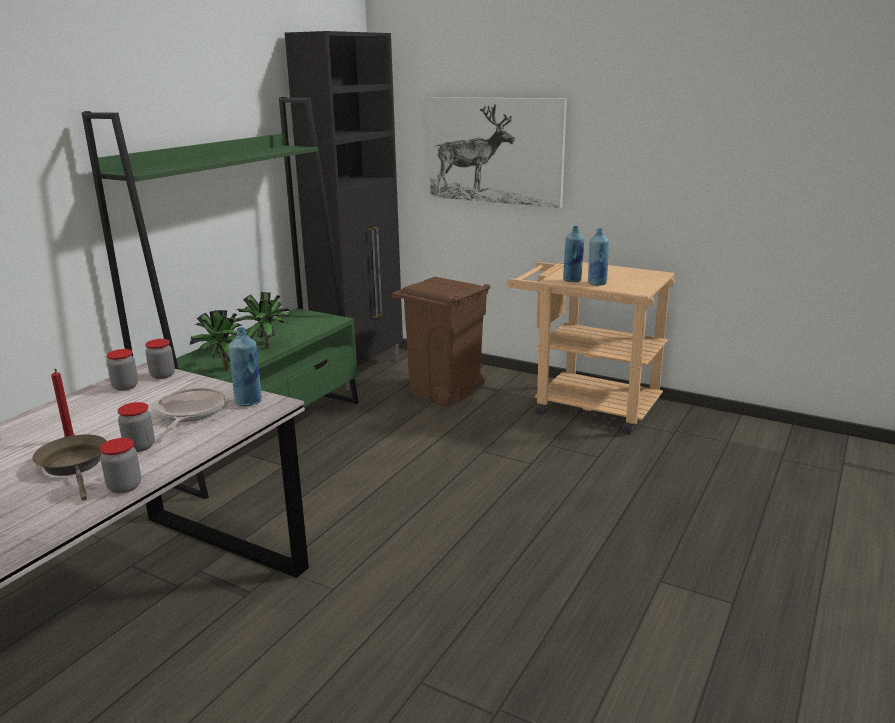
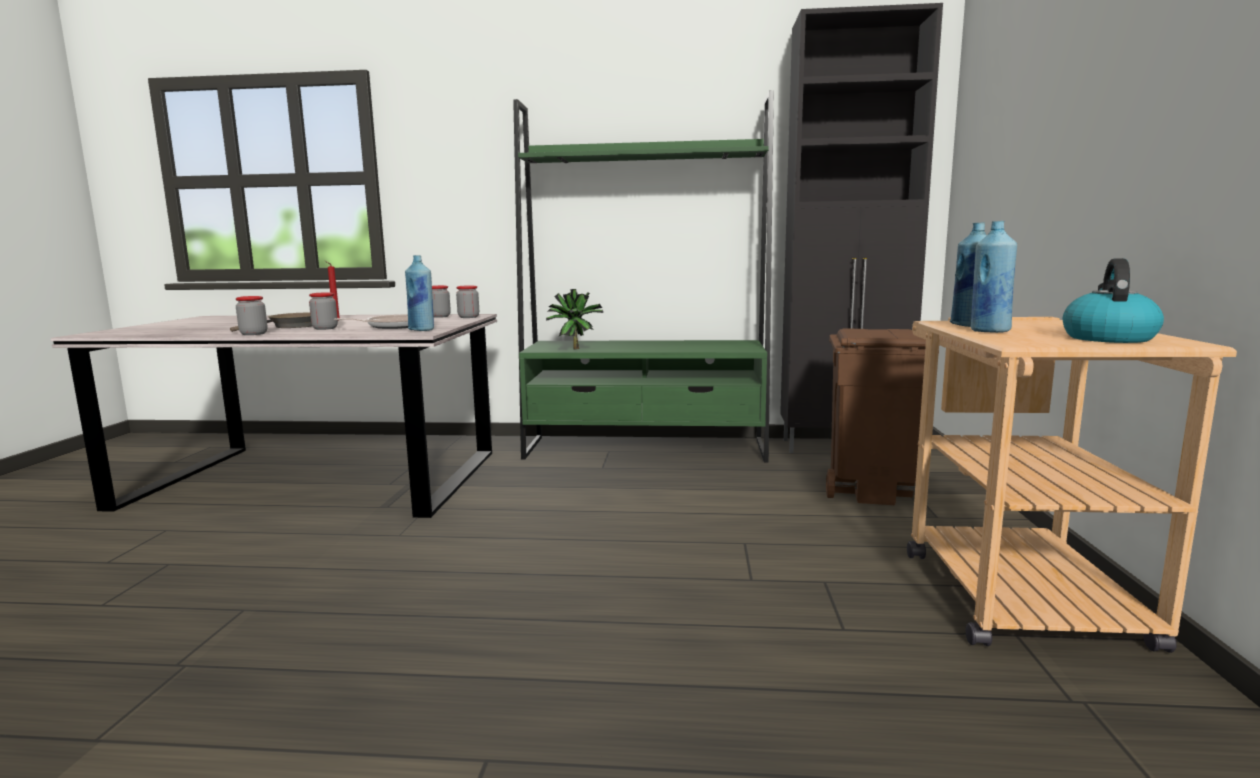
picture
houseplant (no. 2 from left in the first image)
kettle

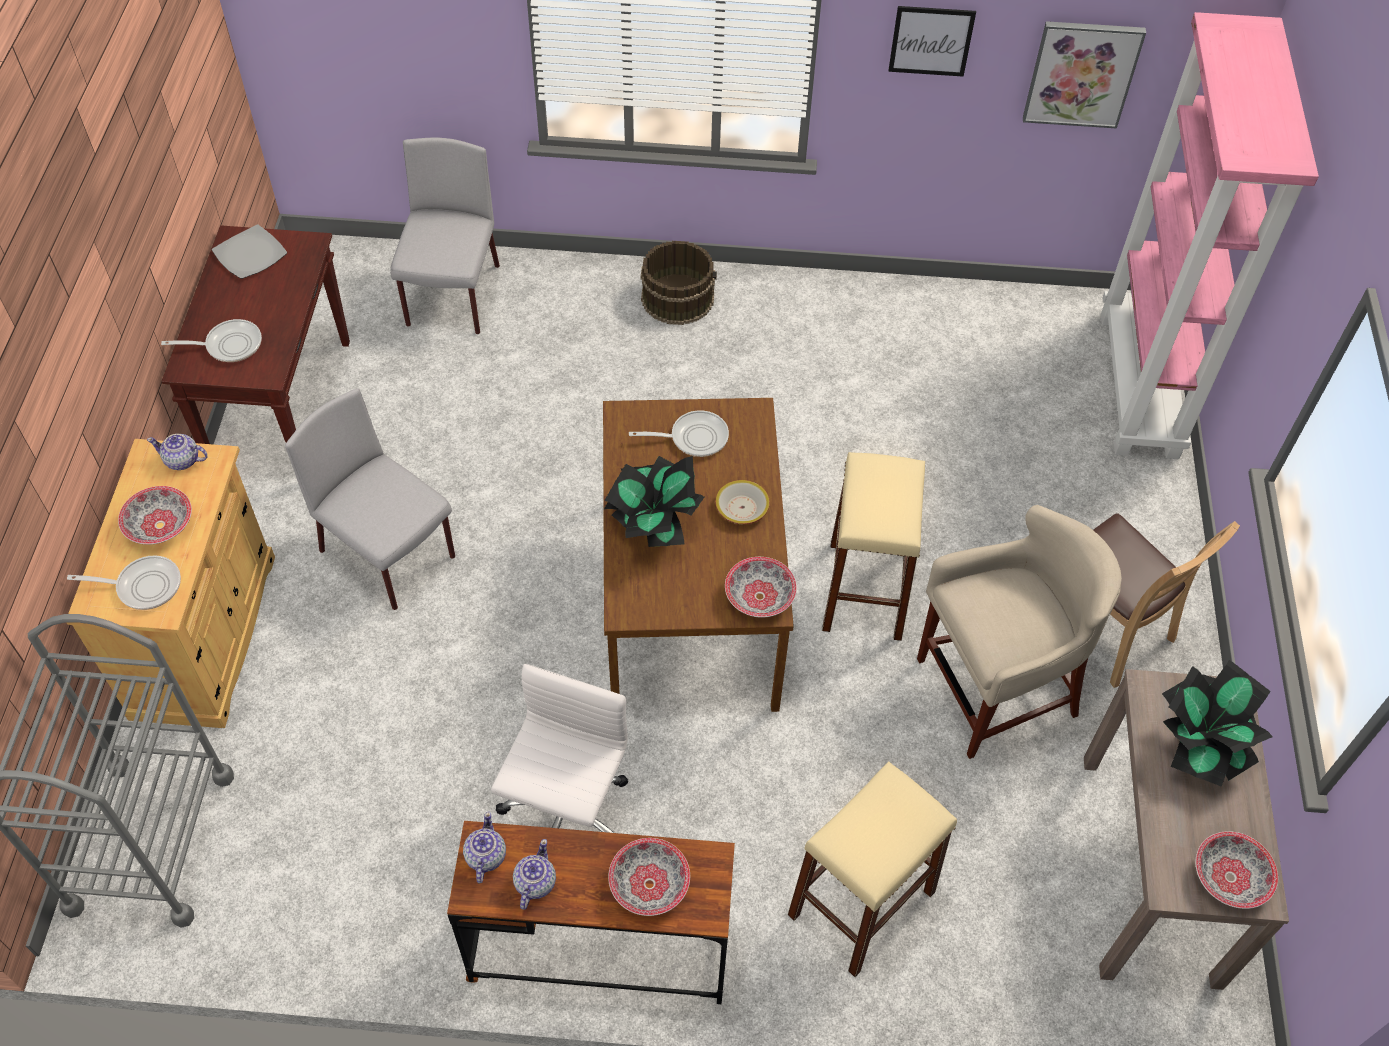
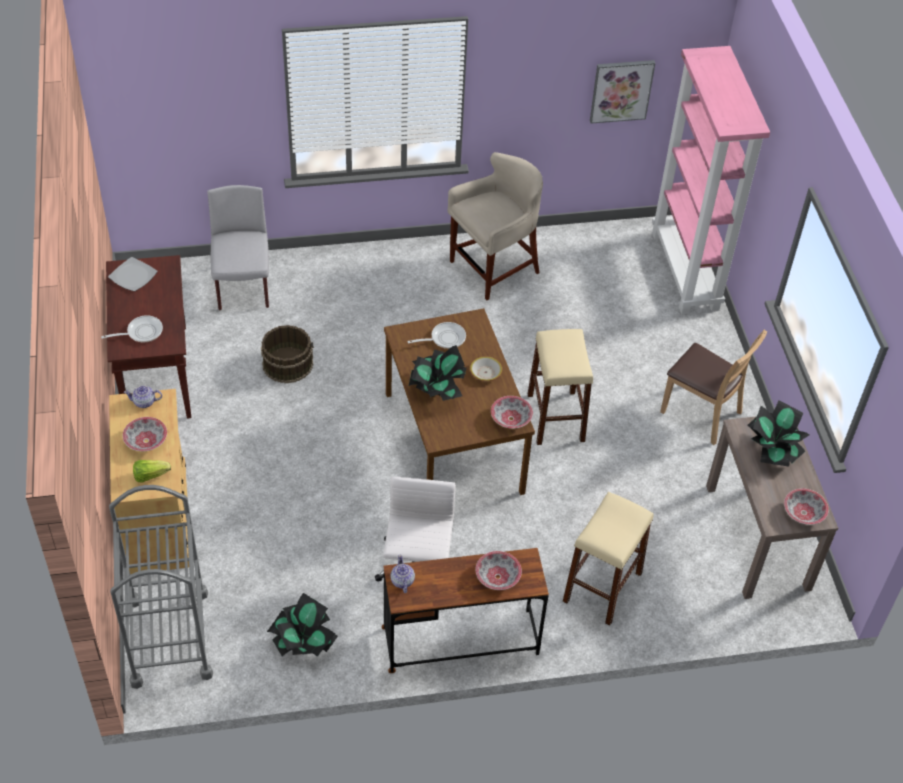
picture (no. 1 from left in the first image)
bucket (brown)
plain chair (gray) (no. 1 from left in the first image)
sitting stool (beige) (no. 1 from left)
lettuce
tea pot (no. 3 from left in the first image)
houseplant (no. 1 from left)

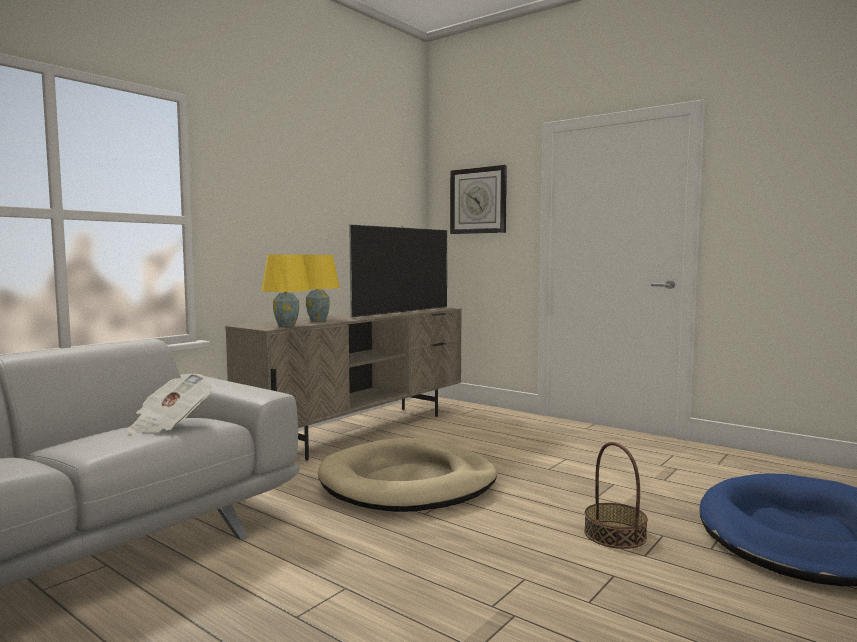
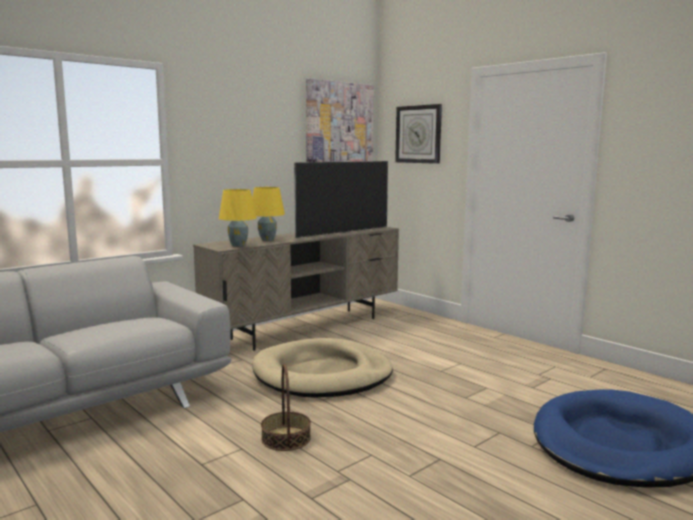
newspaper
household basket
picture

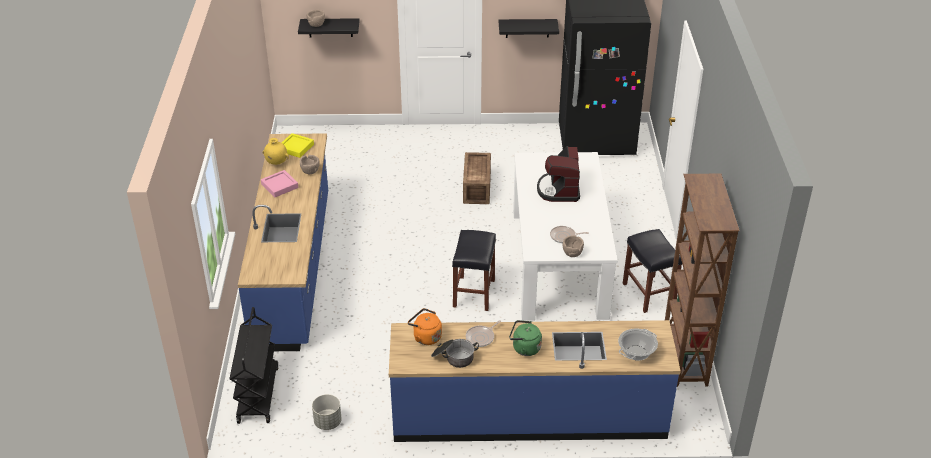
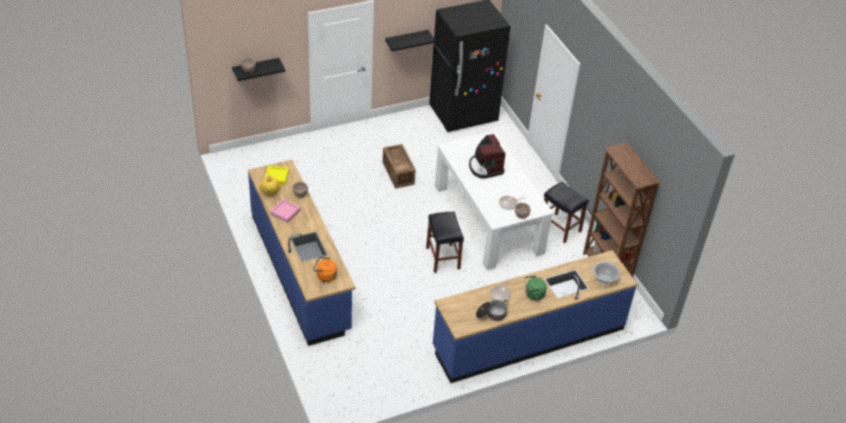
cart (black)
kettle (orangey)
planter (gray)

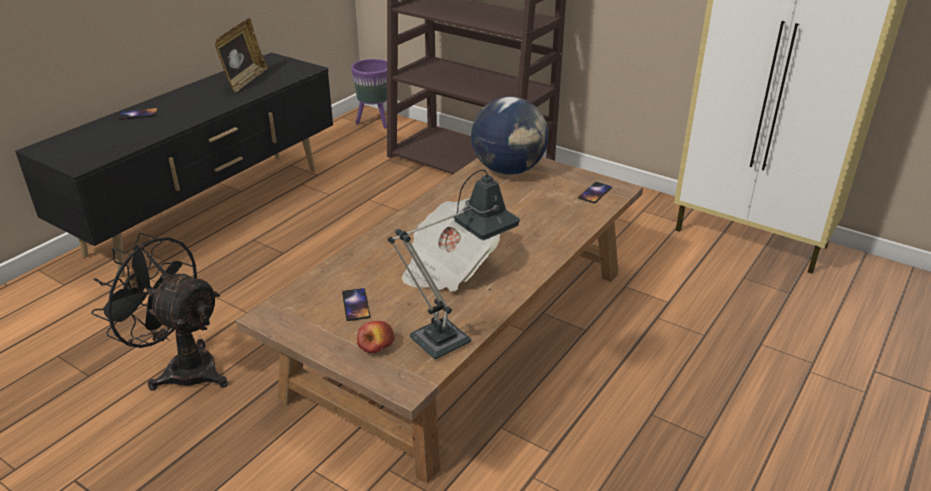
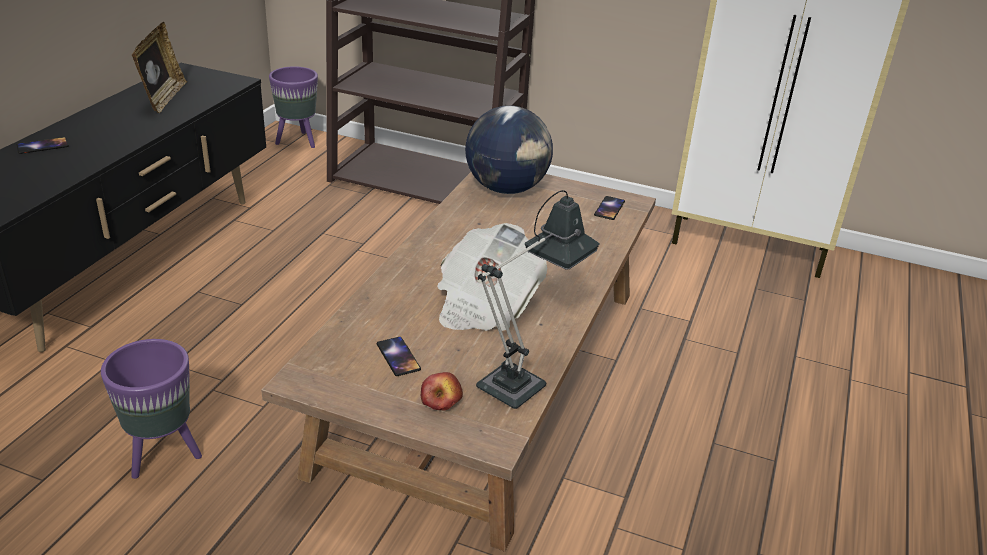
planter (purple-coloured) (no. 1 from left)

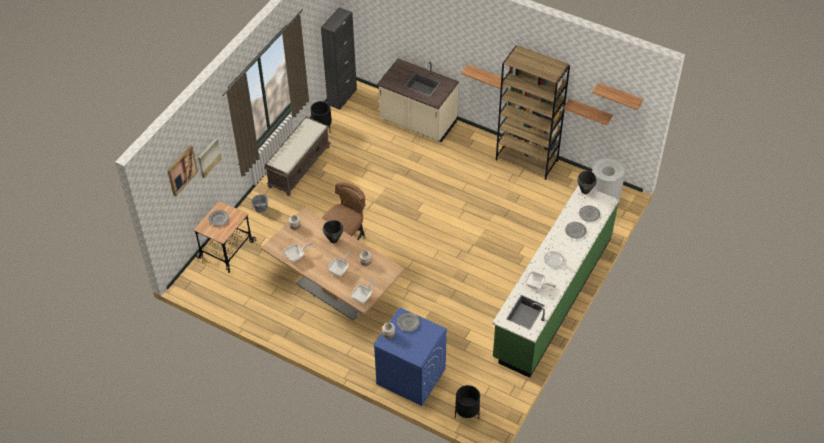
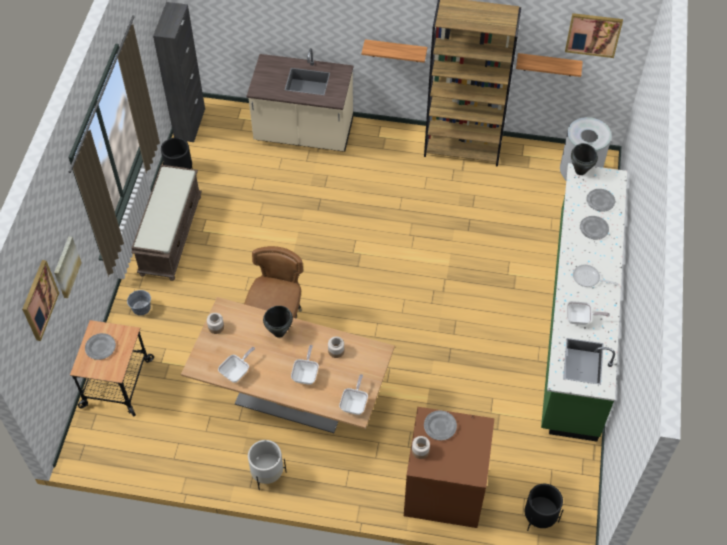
picture (no. 3 from left)
laundry machine (brown)
planter (whitish)

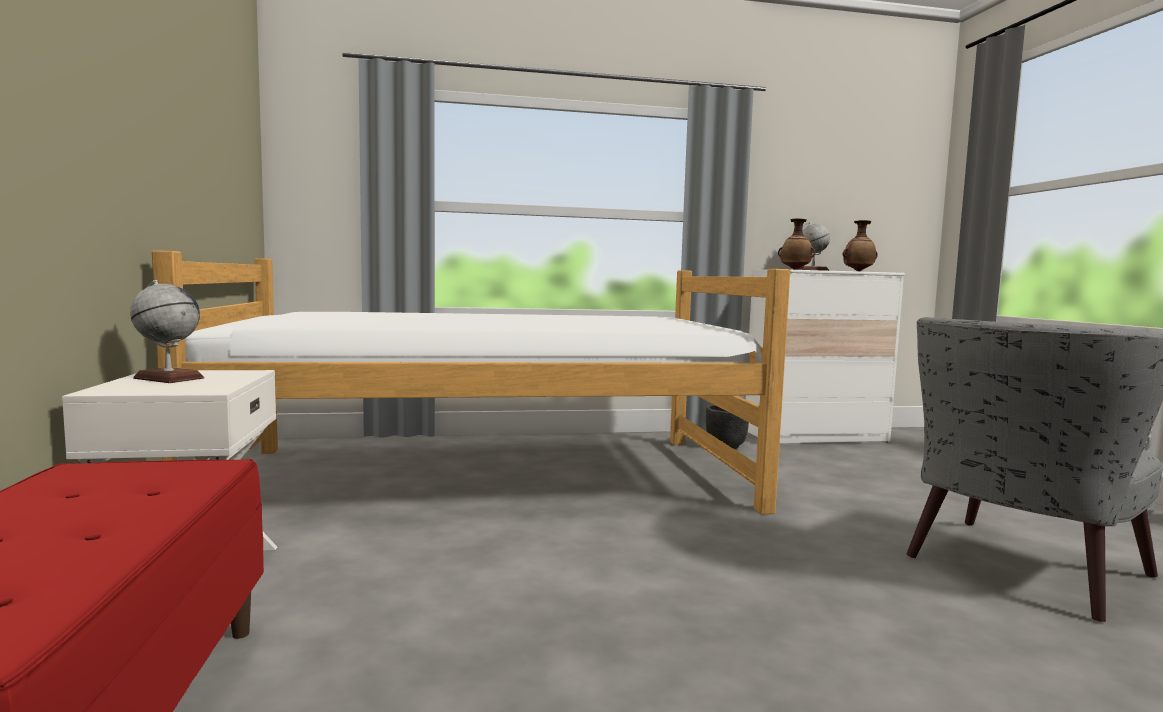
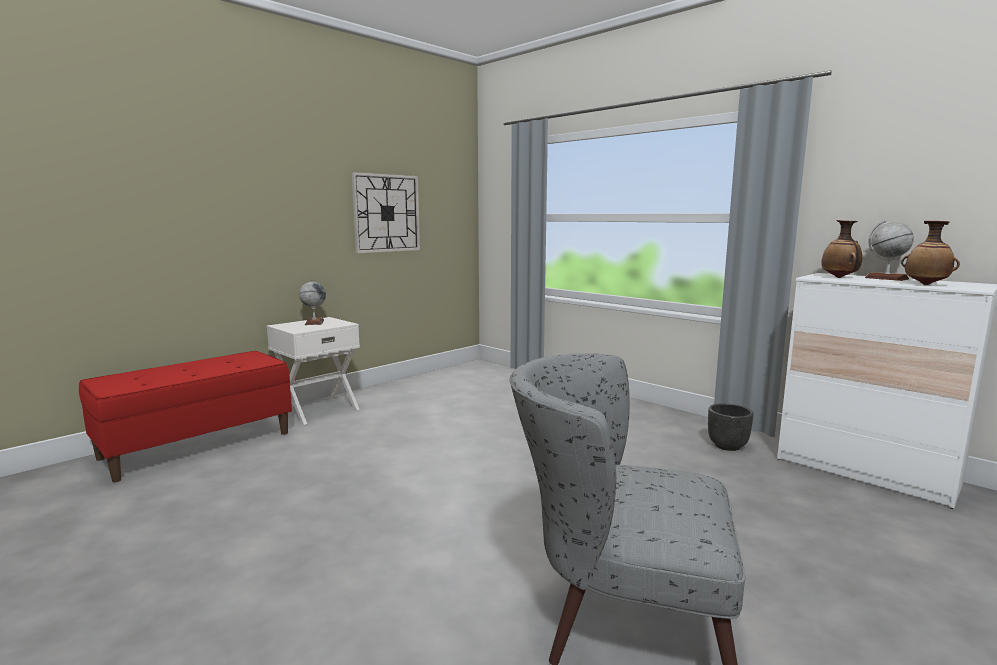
bedroom bed
clock on the wall

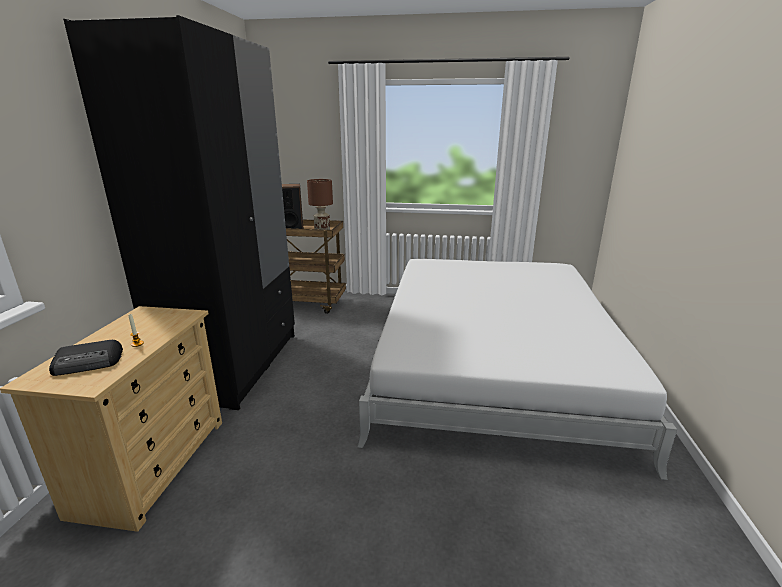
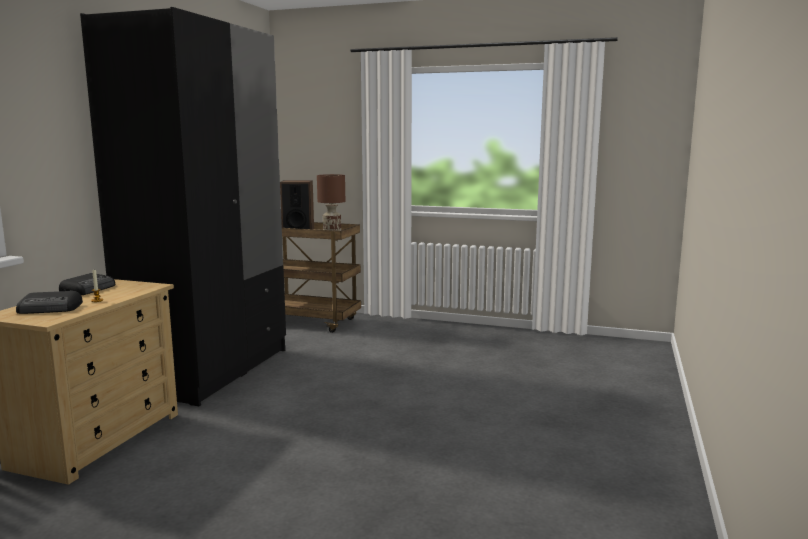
bedroom bed (whitish)
radio set (no. 2 from left)

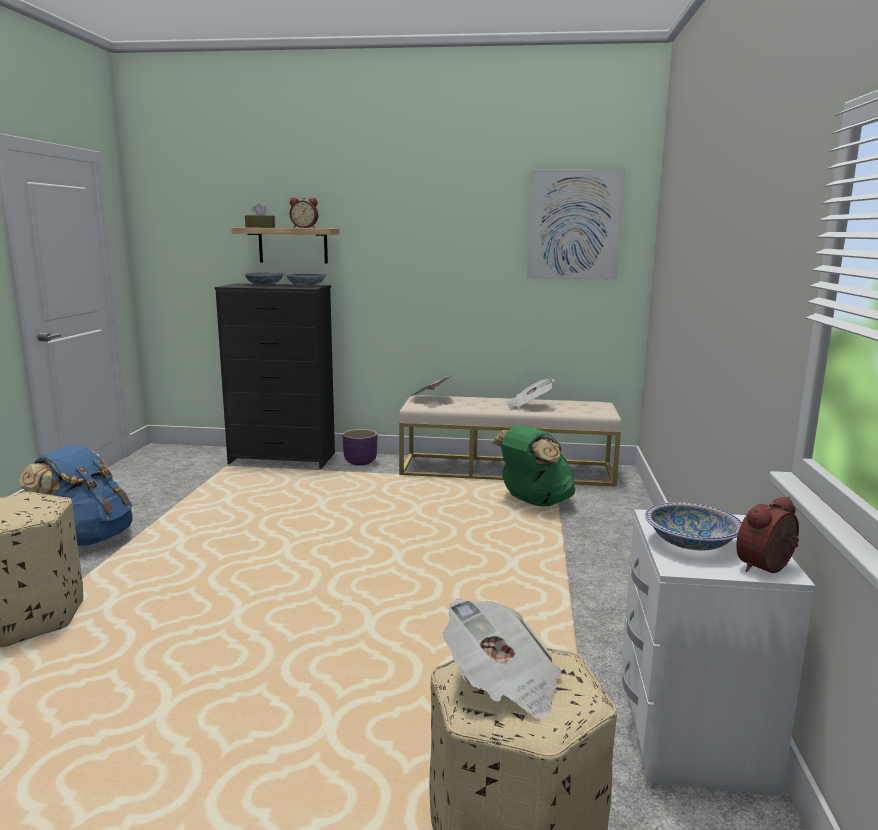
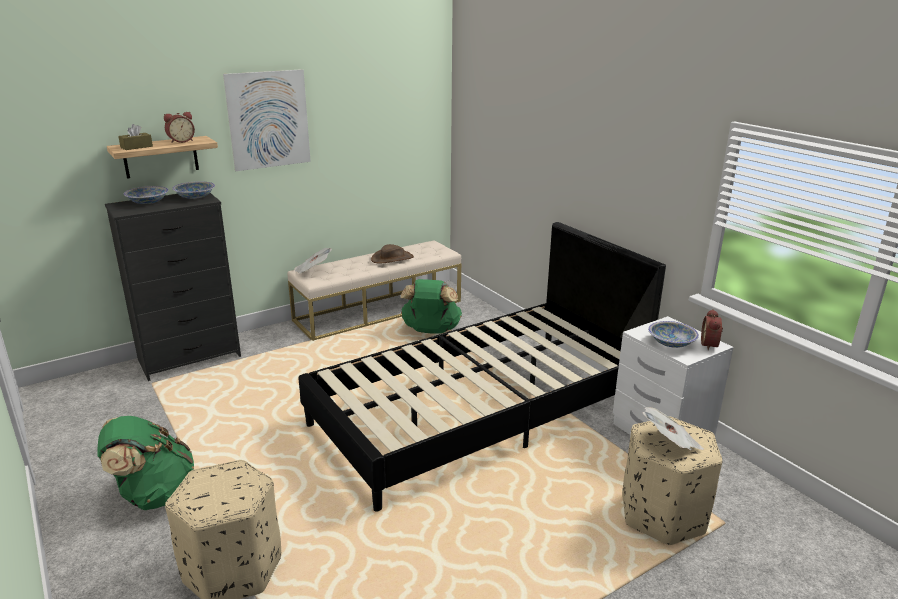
picture
hat (brown)
planter (purple-coloured)
backpack (greenish) (no. 1 from left)
bedroom bed (black)

